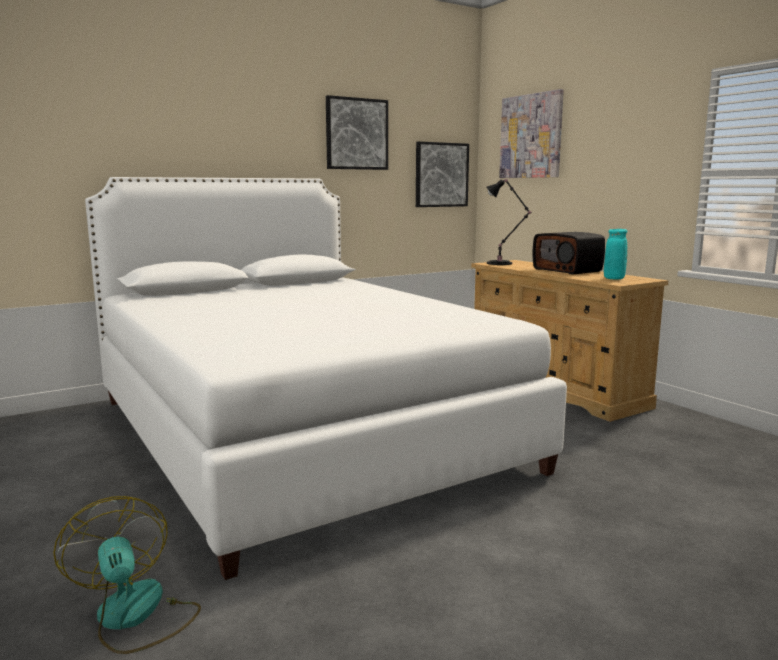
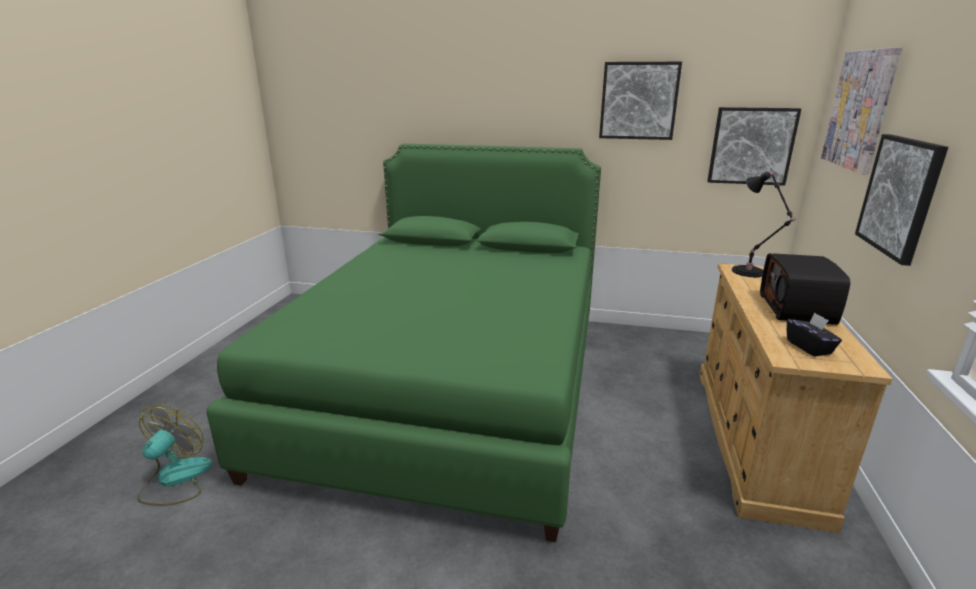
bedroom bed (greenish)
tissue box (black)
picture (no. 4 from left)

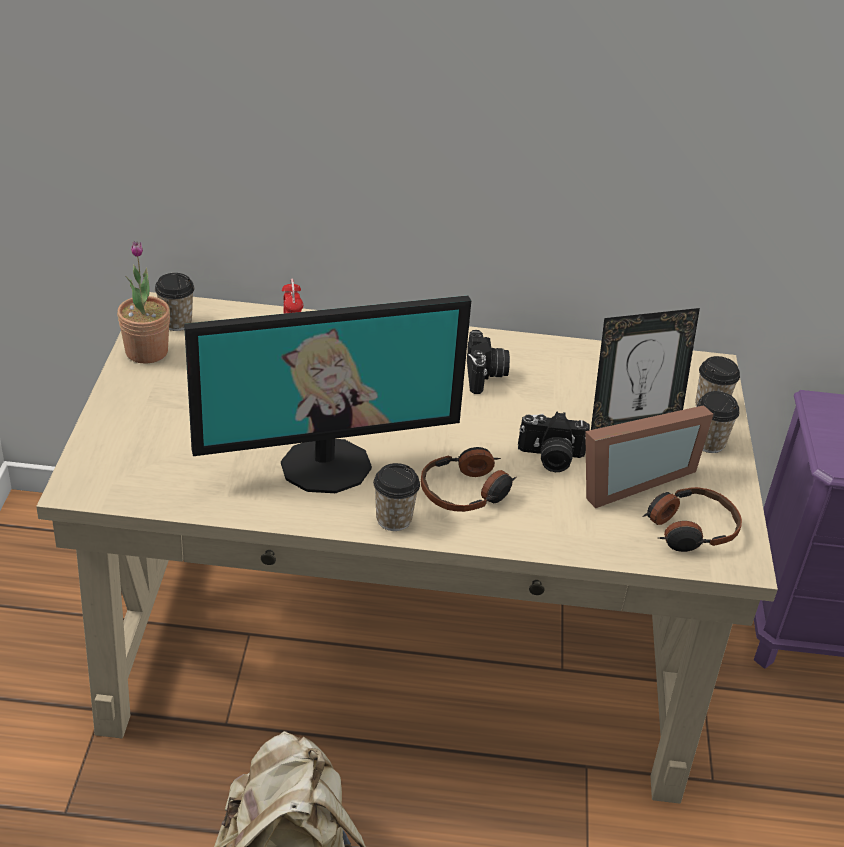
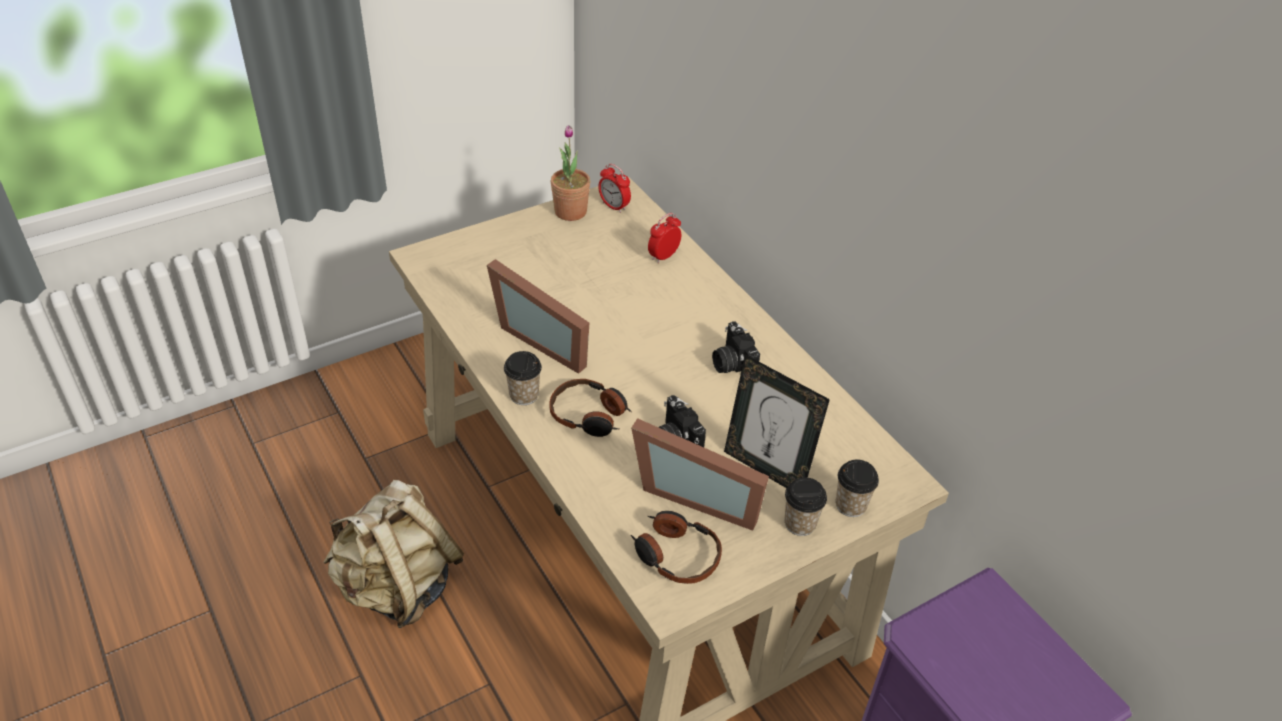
alarm clock (no. 1 from left)
picture frame (no. 1 from left)
still camera (no. 2 from left)

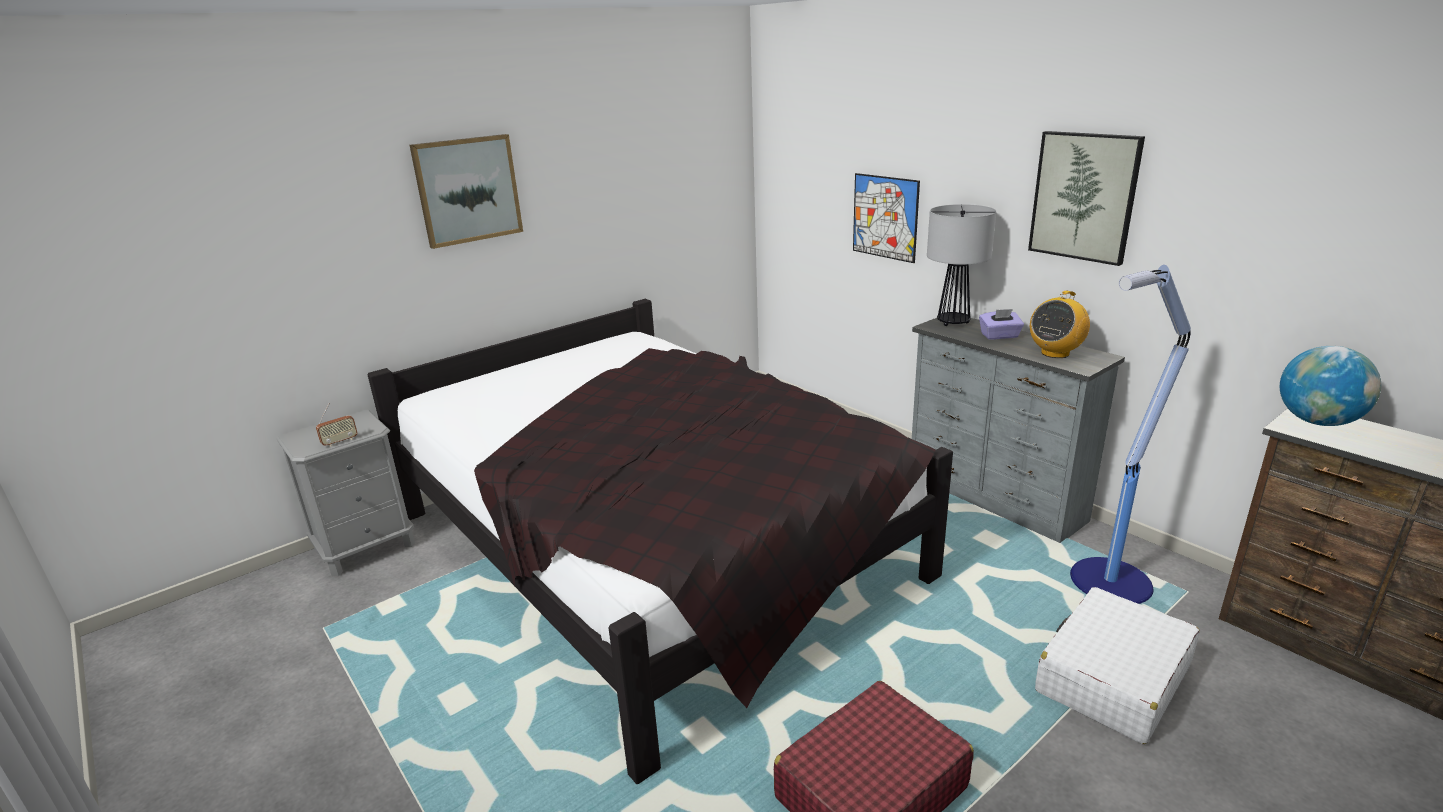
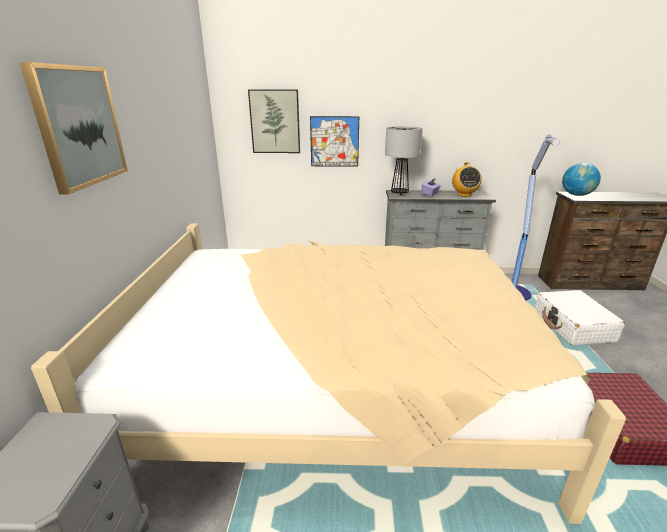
picture (no. 2 from left)
bedroom bed (beige)
radio set (no. 1 from left in the first image)

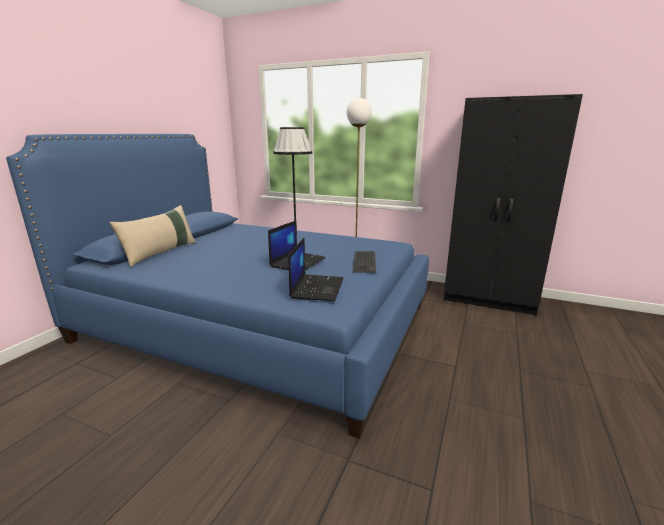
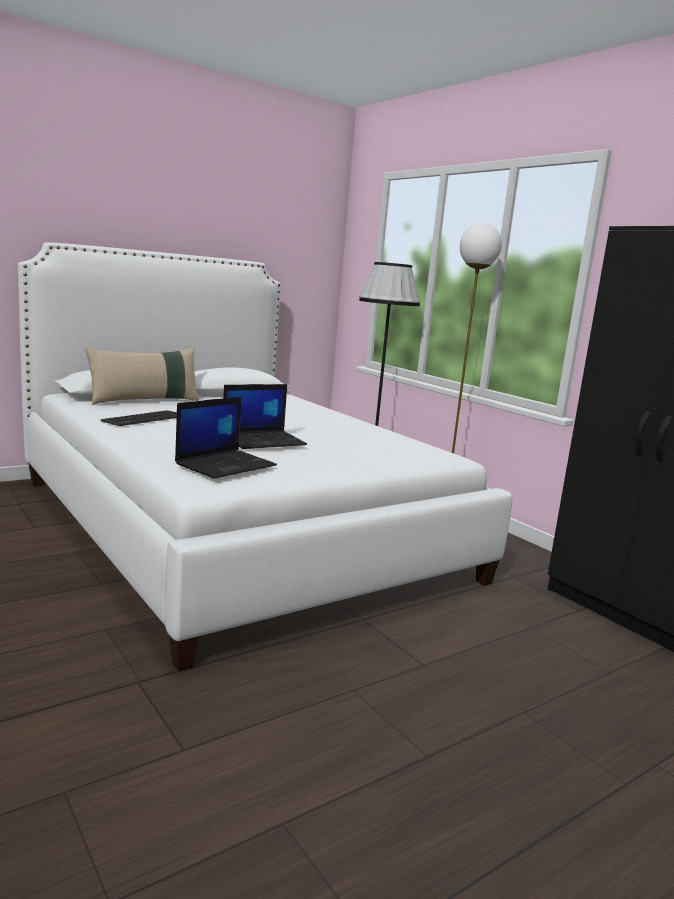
bedroom bed (whitish)
computer keyboard

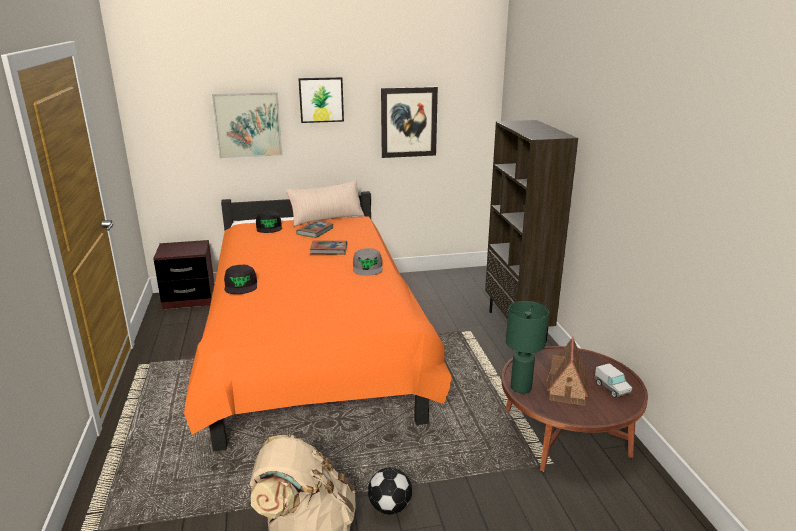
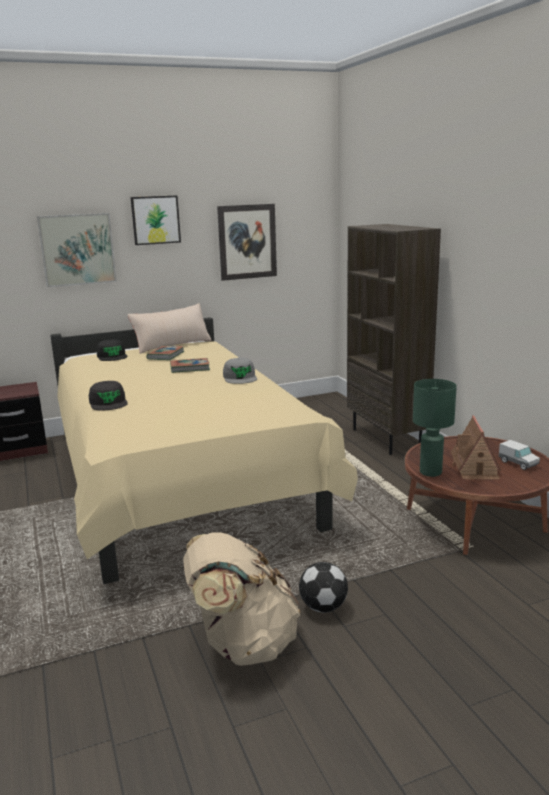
bedroom bed (beige)

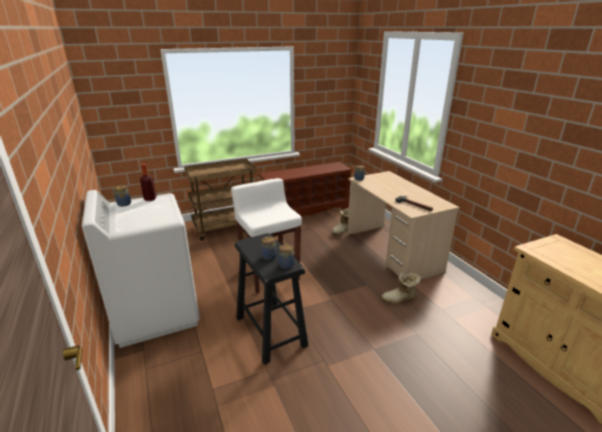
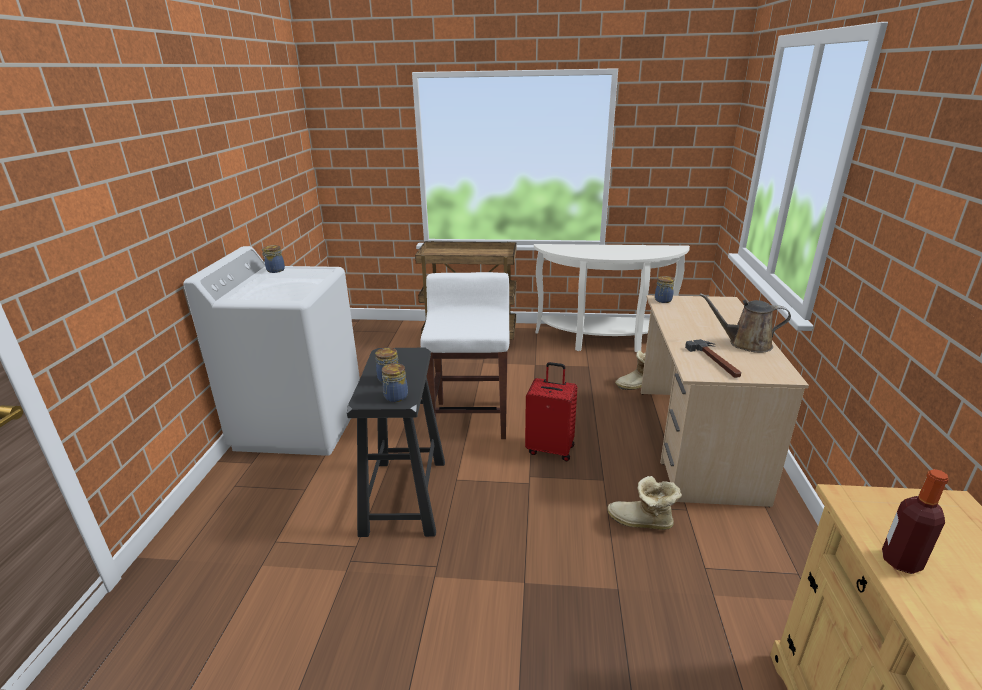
console table (whitish)
beverage bottle
sprinkling can (brown)
suitcase (reddish)

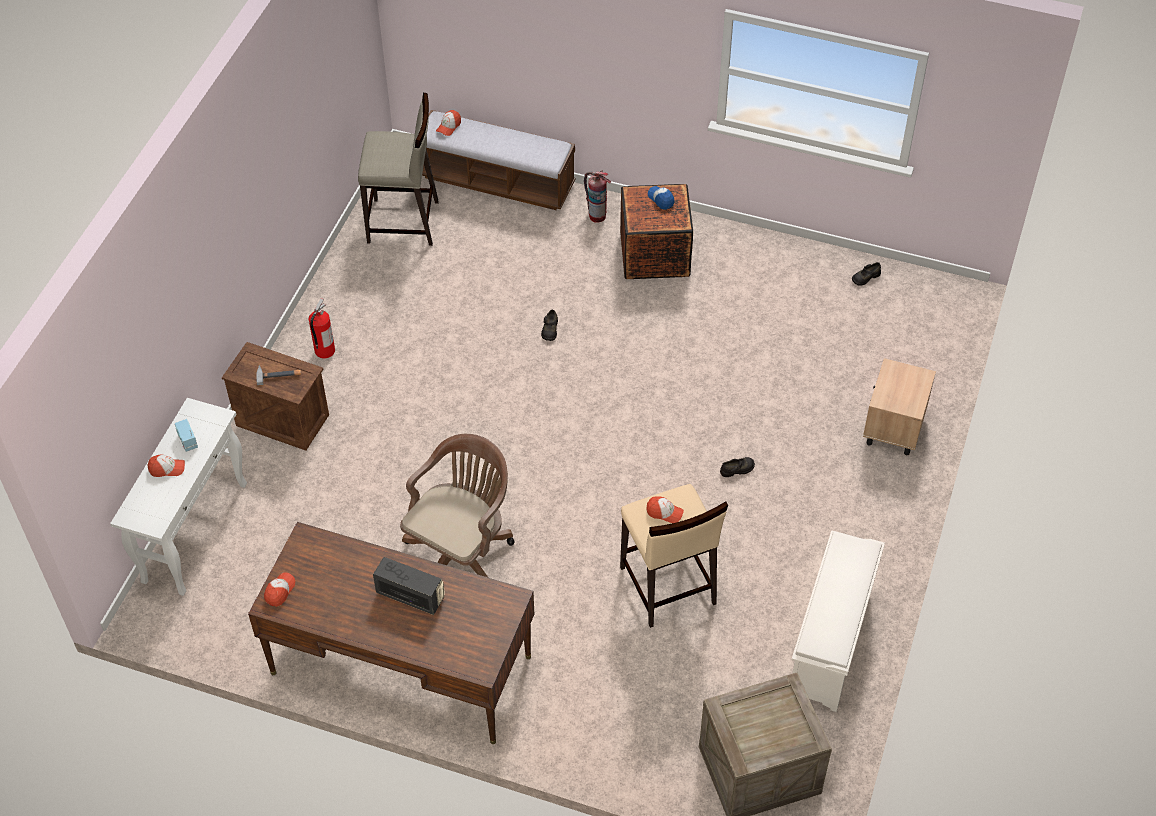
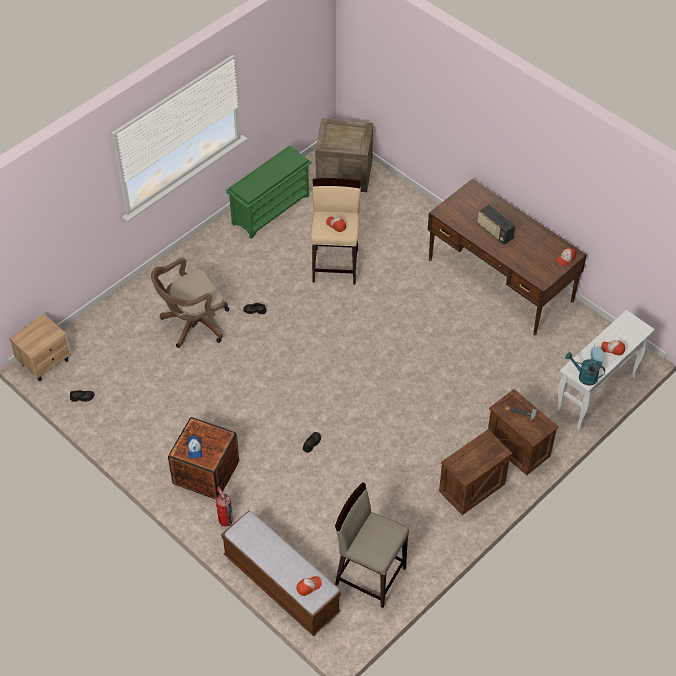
packing crate (no. 3 from left)
bedside table (beige)
desk chair (brown)
shoe stand (greenish)
sprinkling can (turquoise-coloured)

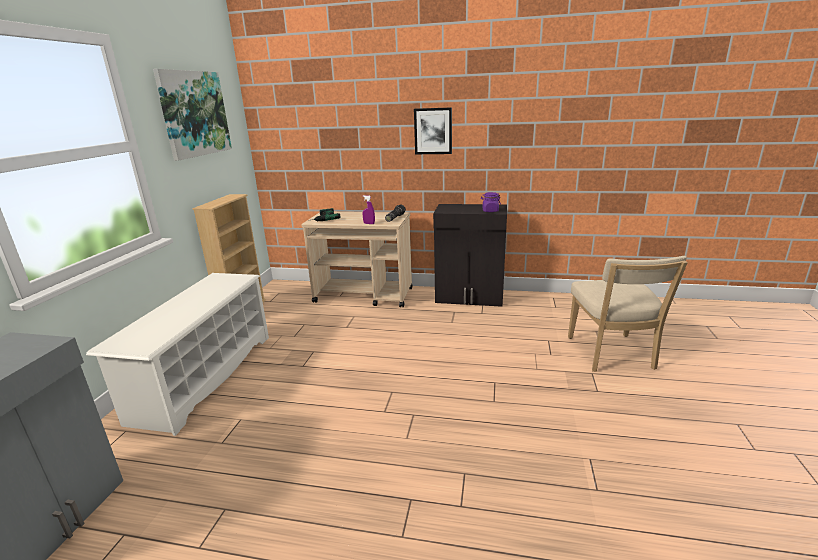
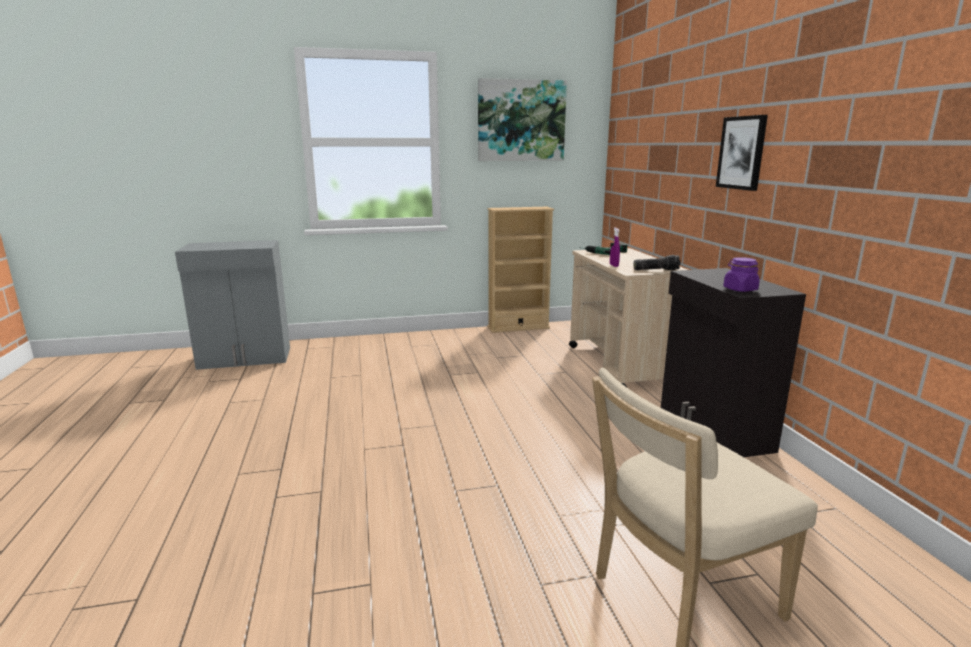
shoe stand (whitish)

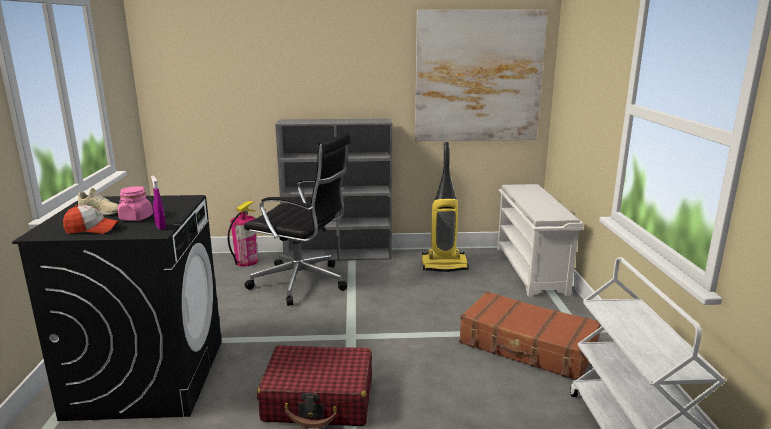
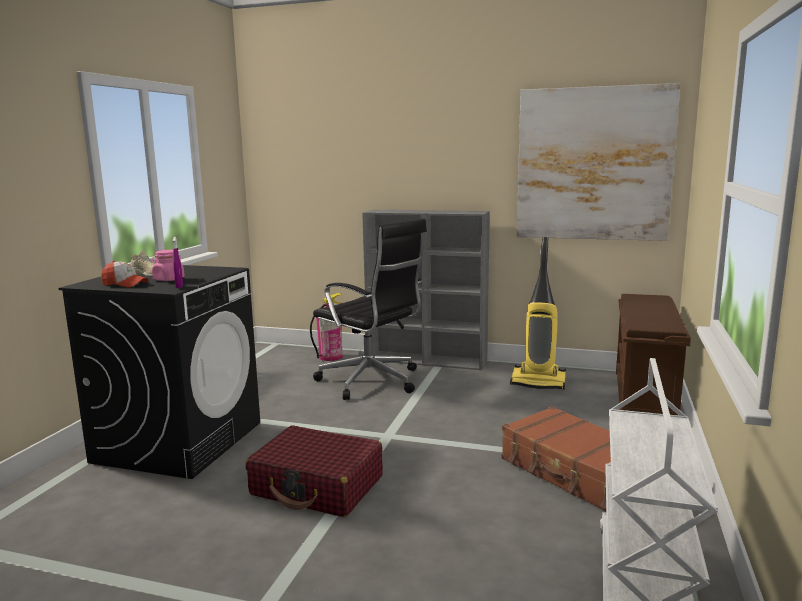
shoe stand (brown)

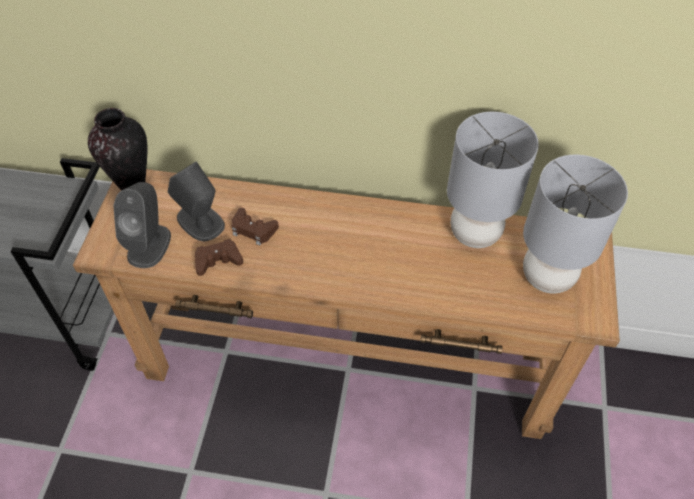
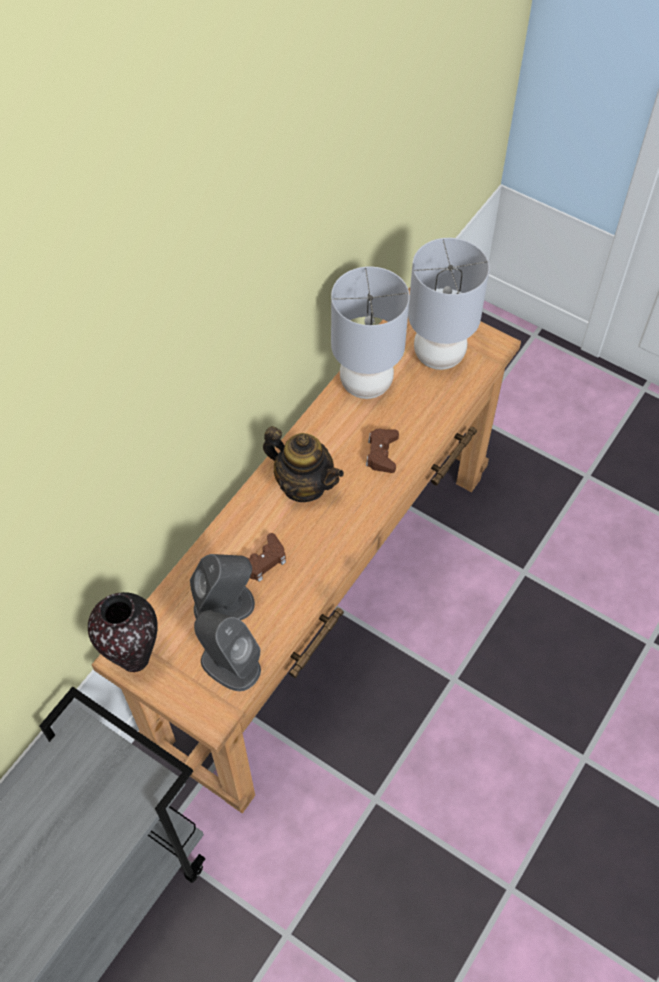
game controller (brown) (no. 2 from left)
tea pot

